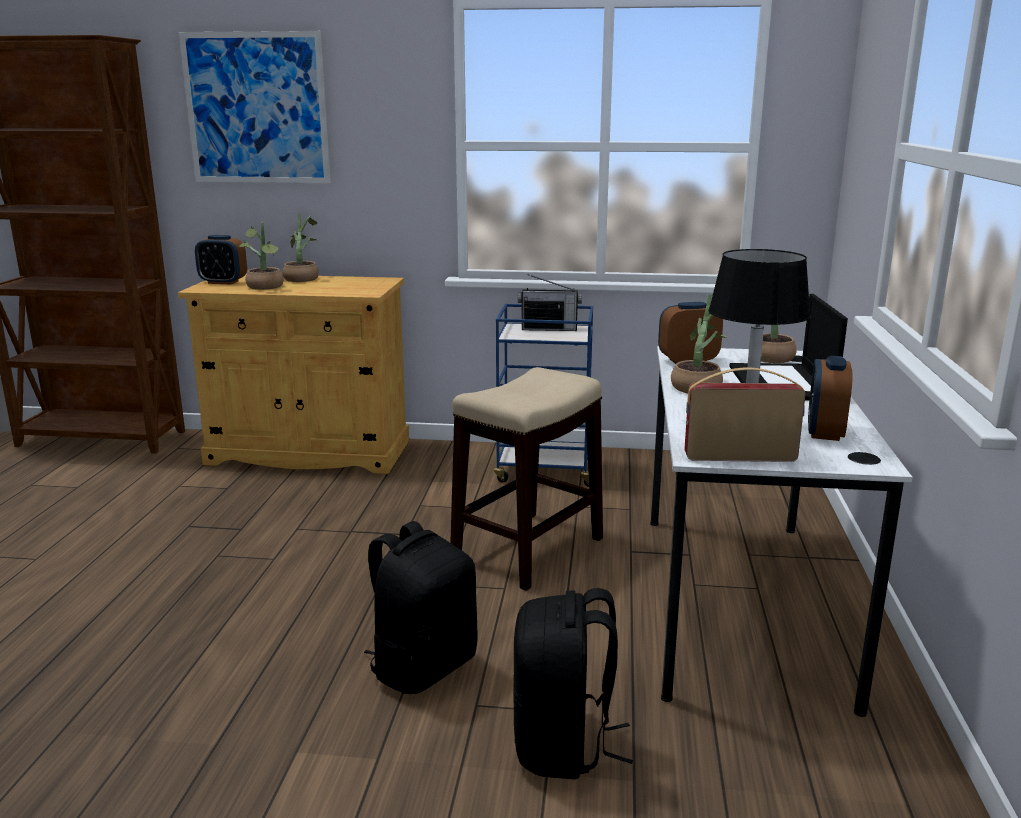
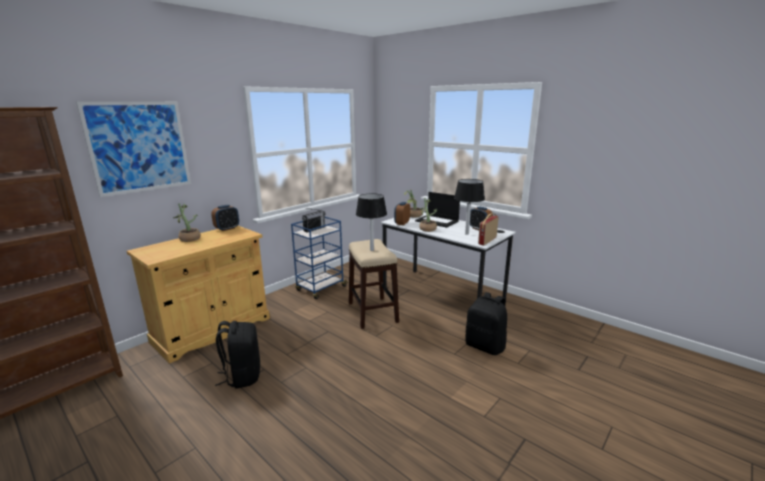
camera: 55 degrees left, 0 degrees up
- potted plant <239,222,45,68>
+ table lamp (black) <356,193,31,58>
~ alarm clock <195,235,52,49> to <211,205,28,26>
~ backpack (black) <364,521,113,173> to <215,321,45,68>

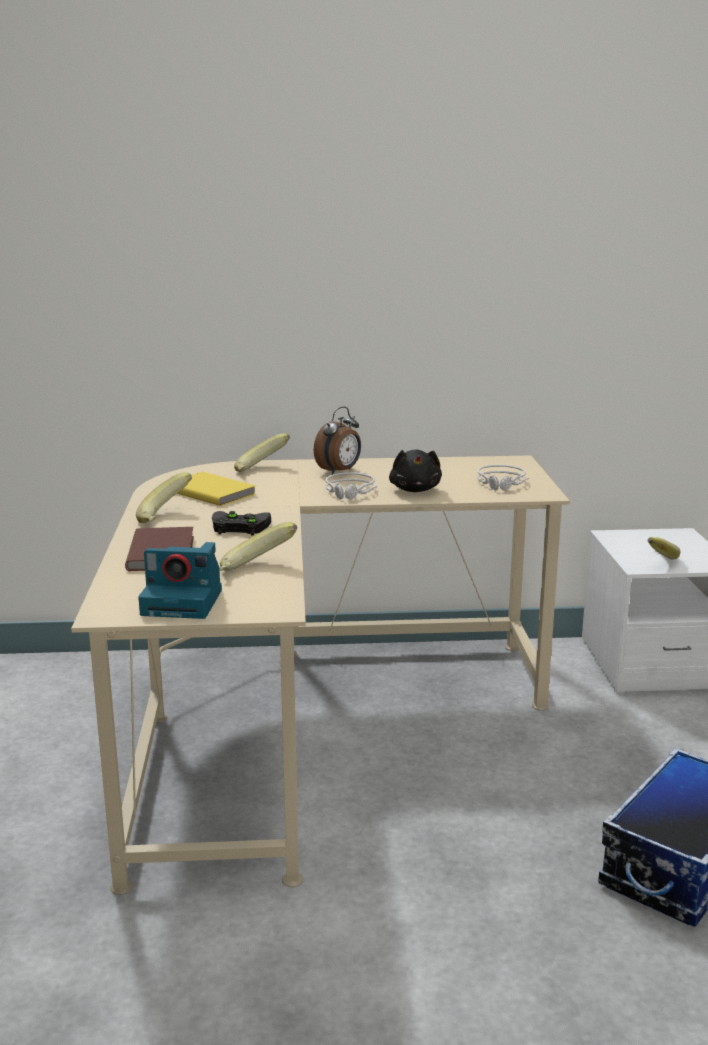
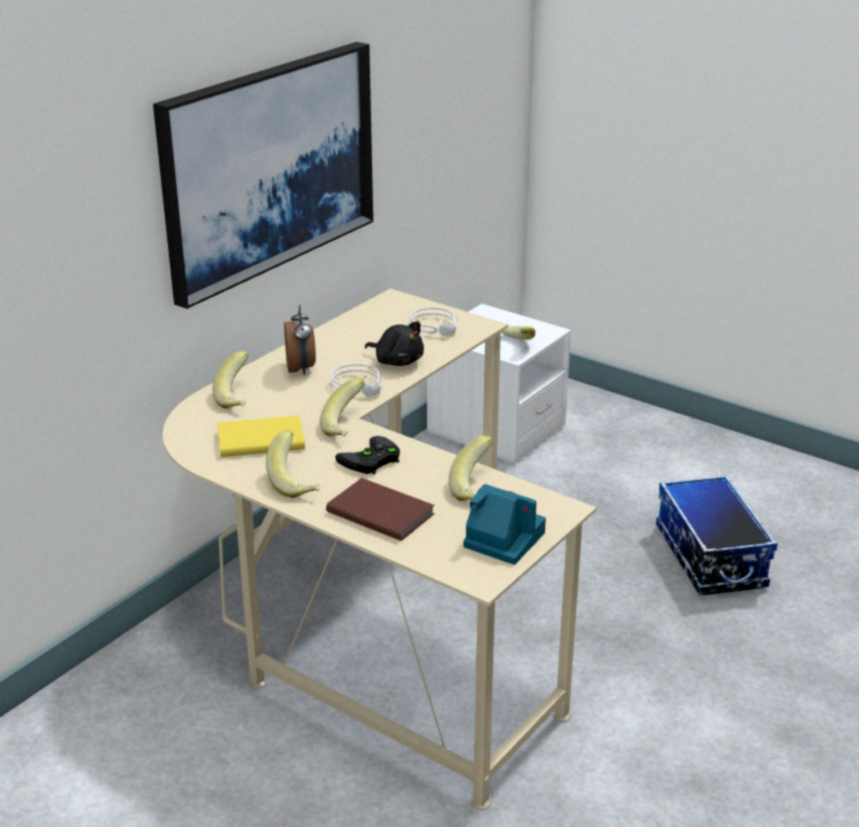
camera: 50 degrees left, 10 degrees up
+ picture <153,42,220,267>
+ banana <320,378,45,59>
~ photo camera <138,542,84,77> = <463,484,83,81> 105 degrees counterclockwise

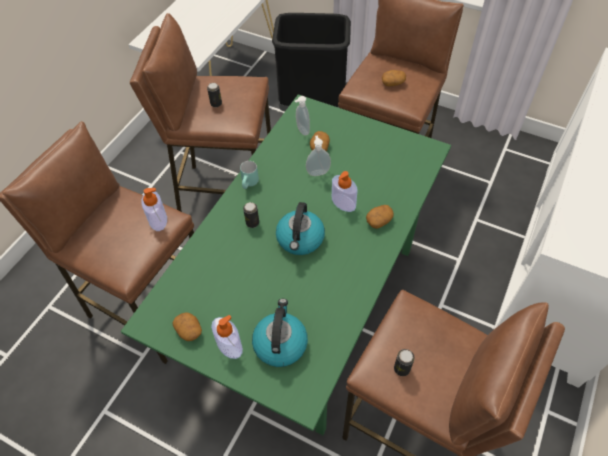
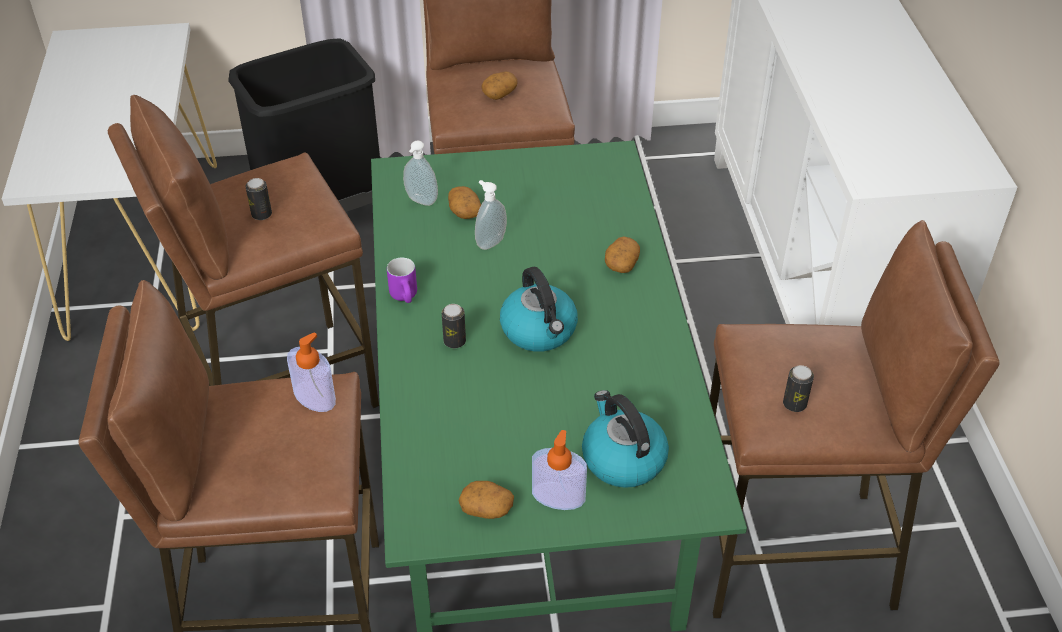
camera: 35 degrees left, 10 degrees down
- soap dispenser <332,171,26,41>
~ mug (turquoise) <240,161,19,28> to mug (purple) <387,257,30,46>

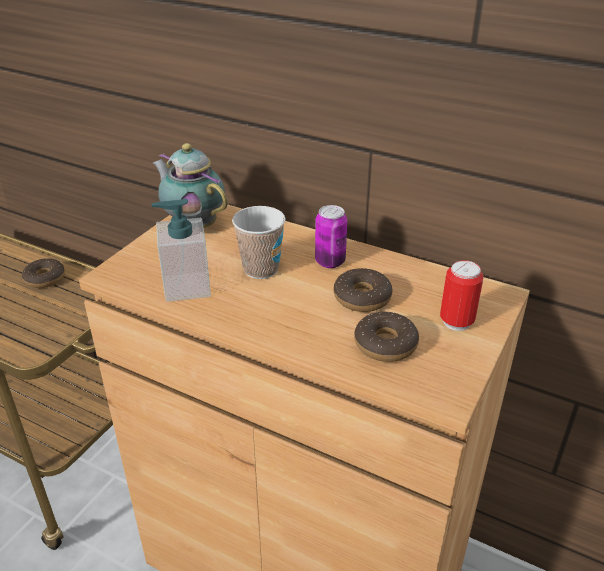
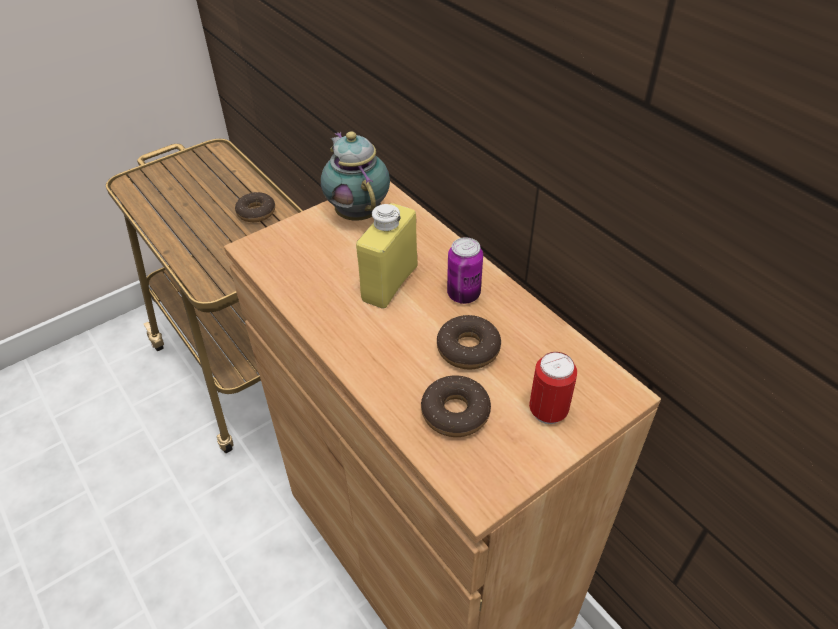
camera: 25 degrees right, 10 degrees up
- soap dispenser <151,199,60,103>
~ cup <232,206,54,73> to bottle (yellow) <356,203,61,106>

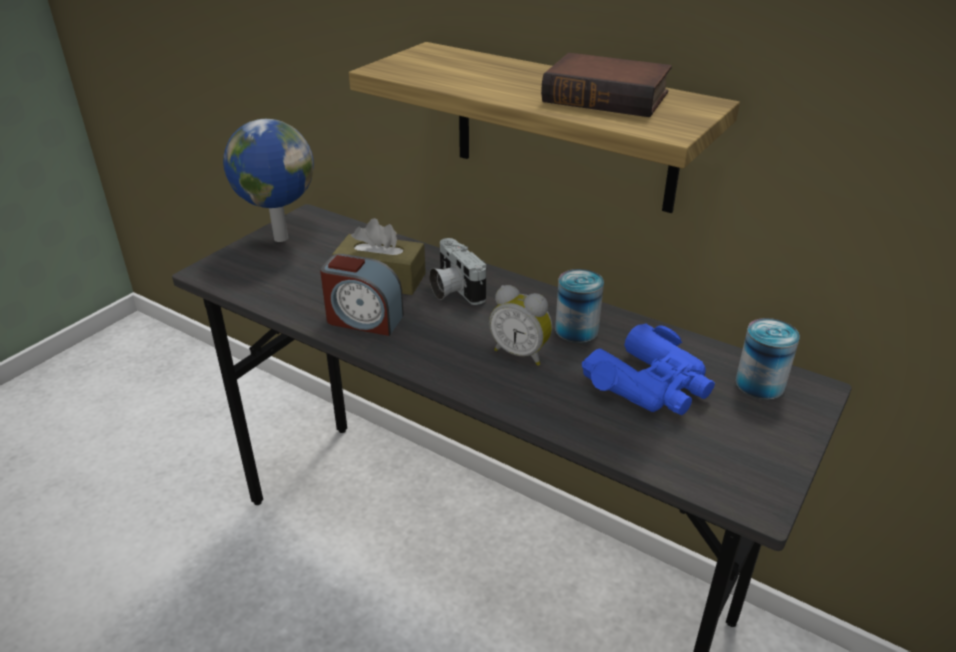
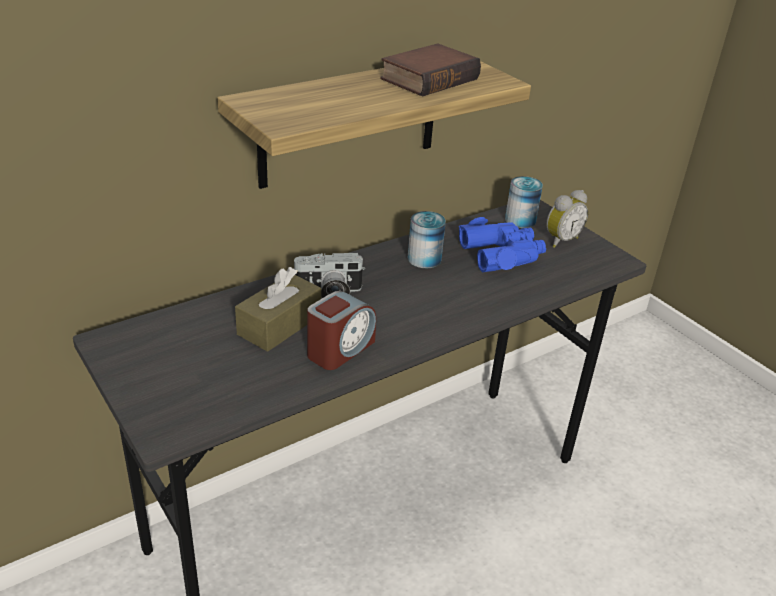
camera: 70 degrees left, 0 degrees up
- globe <223,119,91,123>
~ alarm clock <489,285,63,81> to <546,190,42,58>

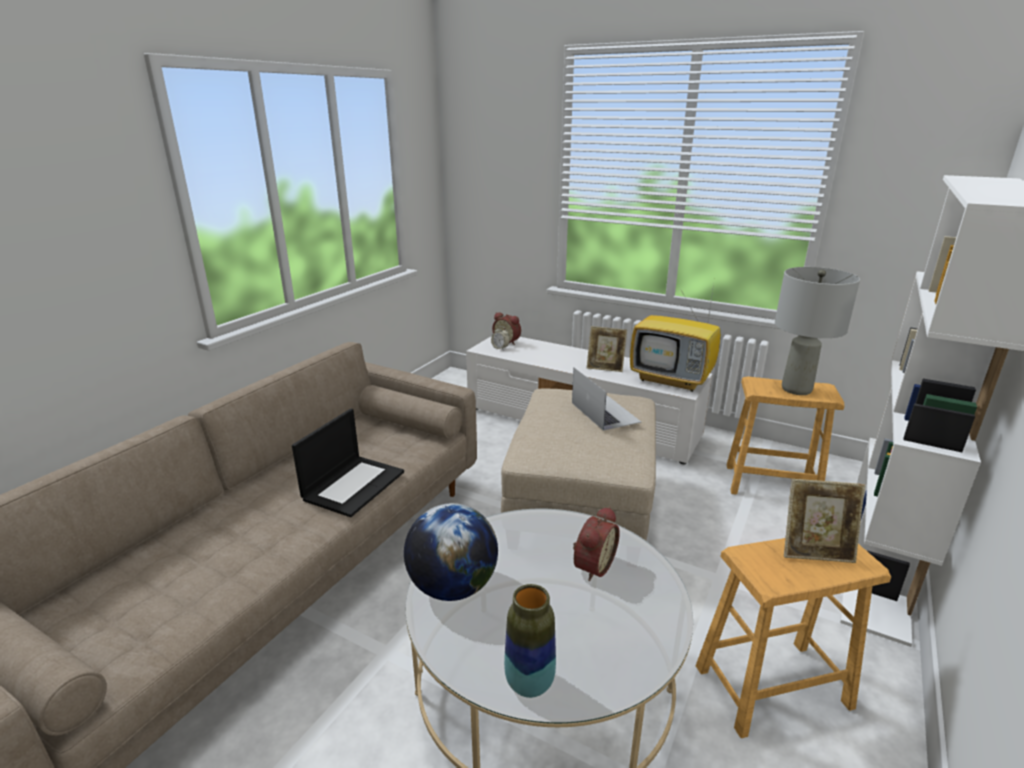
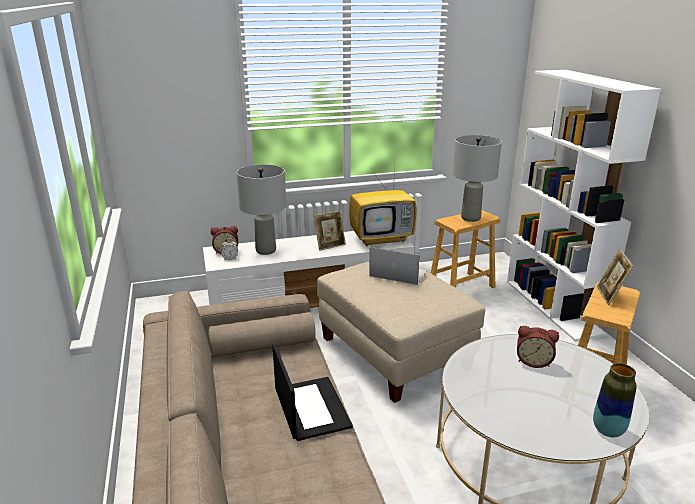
camera: 45 degrees left, 0 degrees up
- globe <404,503,94,98>
+ table lamp (grey) <237,165,49,90>
~ alarm clock <573,506,47,75> = <517,326,42,42> 120 degrees clockwise
~ picture frame <784,479,81,84> = <597,249,37,56> 135 degrees clockwise

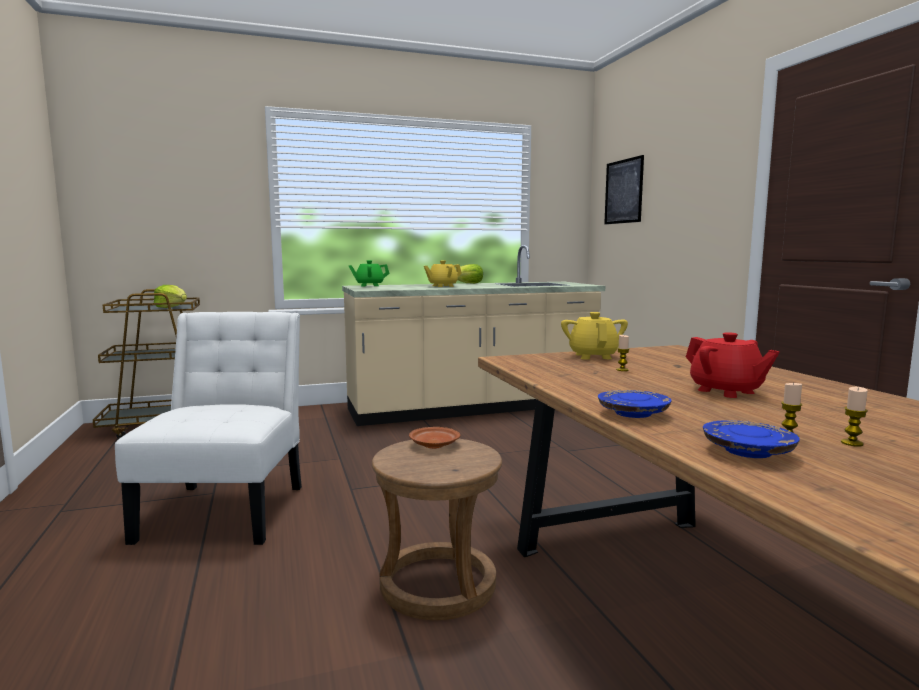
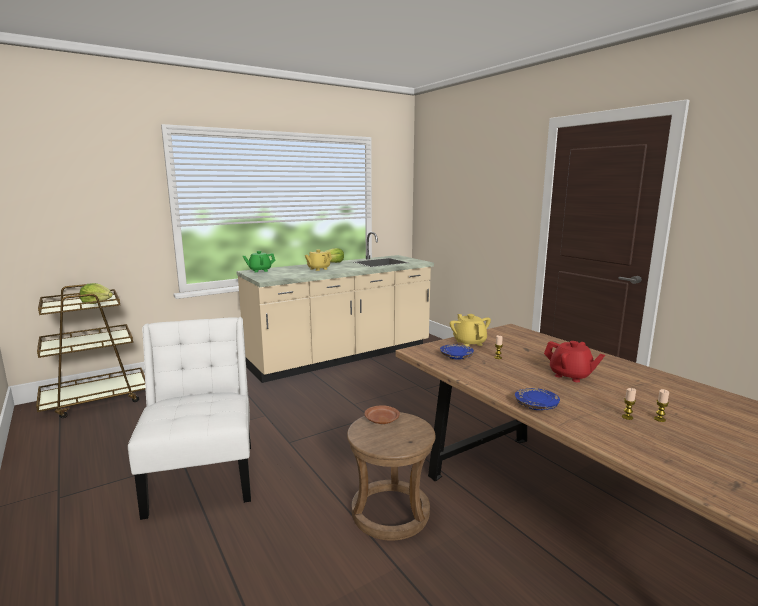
camera: 15 degrees left, 5 degrees up
- picture <604,155,40,69>
~ plate (blue) <703,420,97,38> to <440,344,34,16>

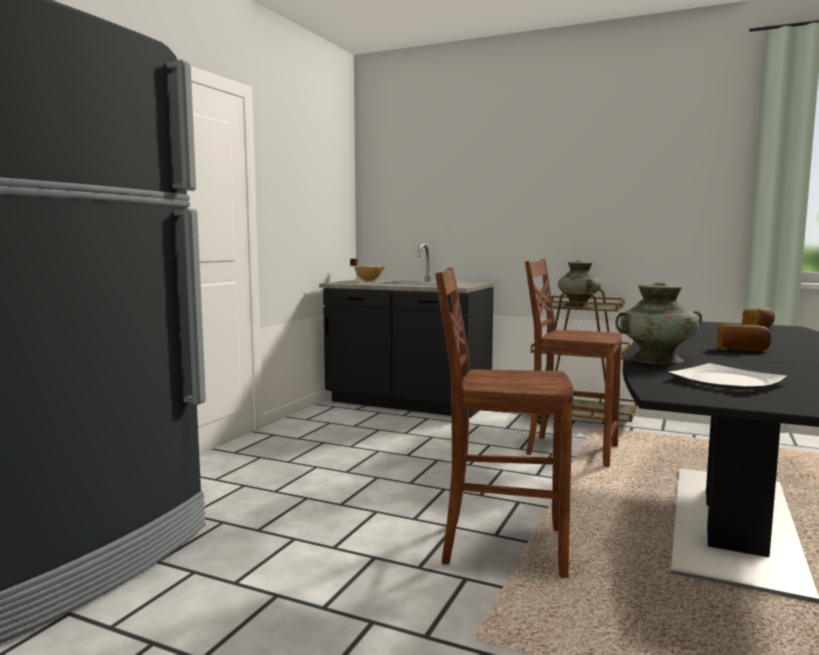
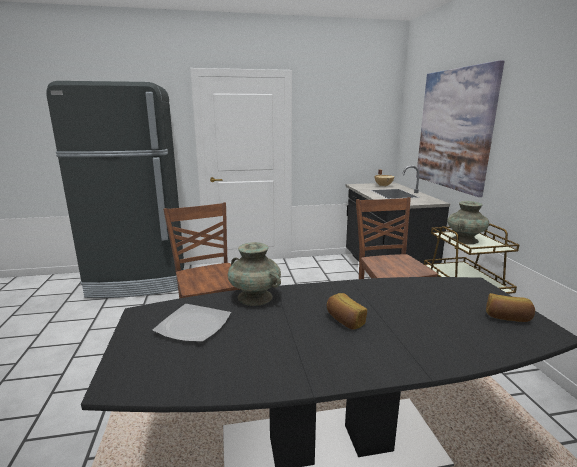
camera: 55 degrees right, 10 degrees up
+ picture <416,60,88,137>

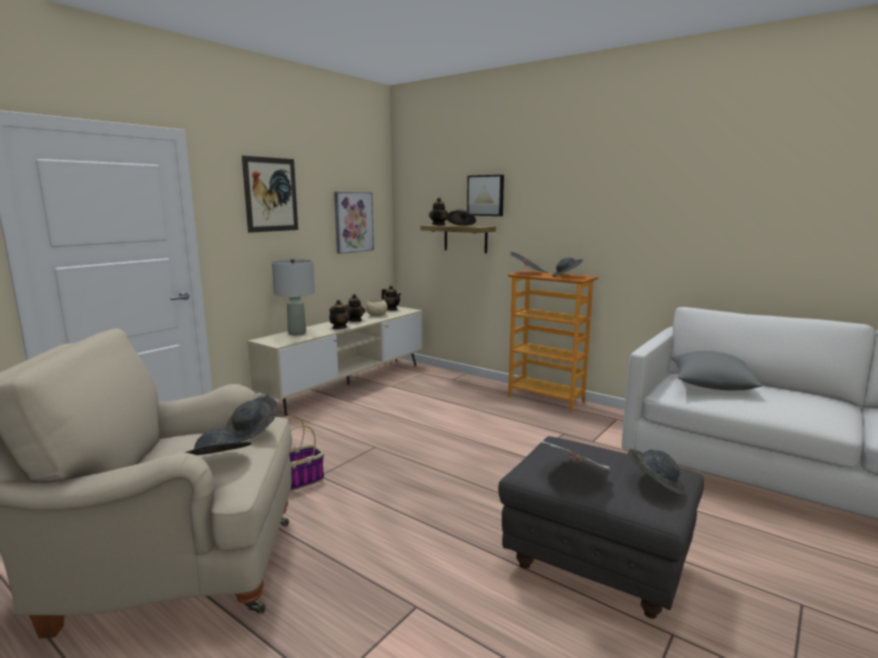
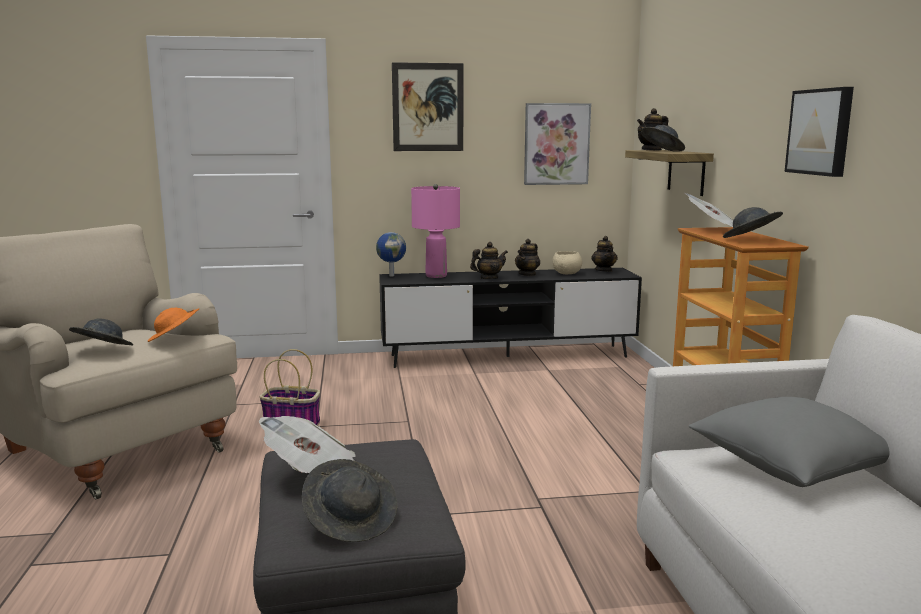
camera: 45 degrees right, 0 degrees up
+ globe <376,232,30,45>
~ picture <467,175,37,41> to <784,87,70,90>
~ hat (grey) <225,396,53,46> to hat (orange) <148,308,51,34>
~ tv stand (beige) <248,306,175,110> to tv stand (black) <379,268,263,100>
~ table lamp (grey) <272,258,43,77> to table lamp (pink) <411,184,49,94>

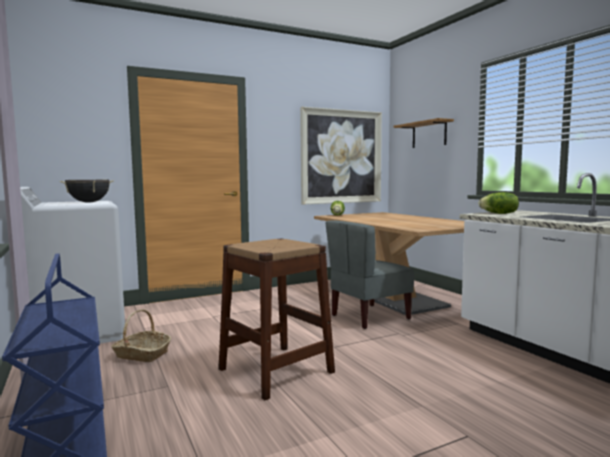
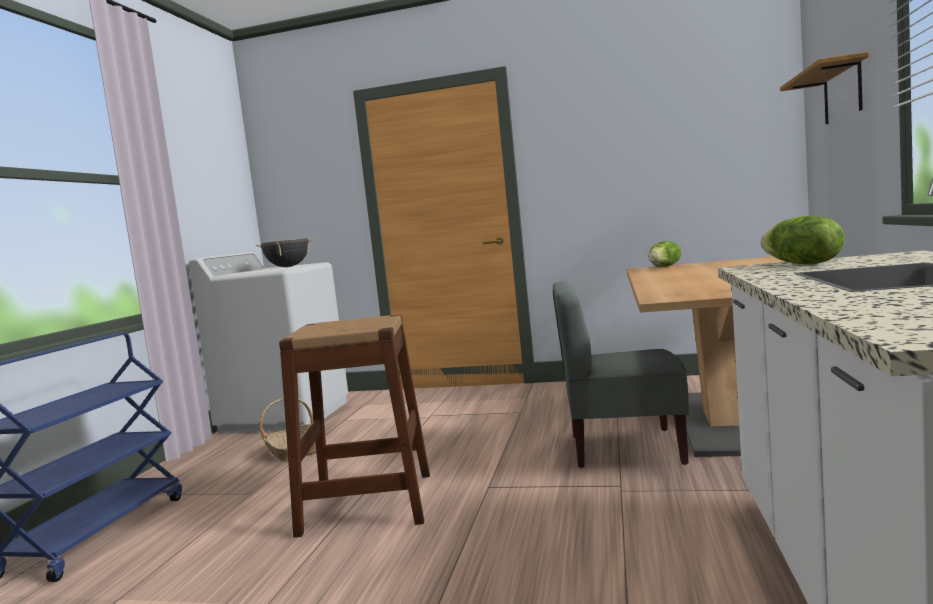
camera: 40 degrees right, 0 degrees up
- picture <300,107,82,98>

